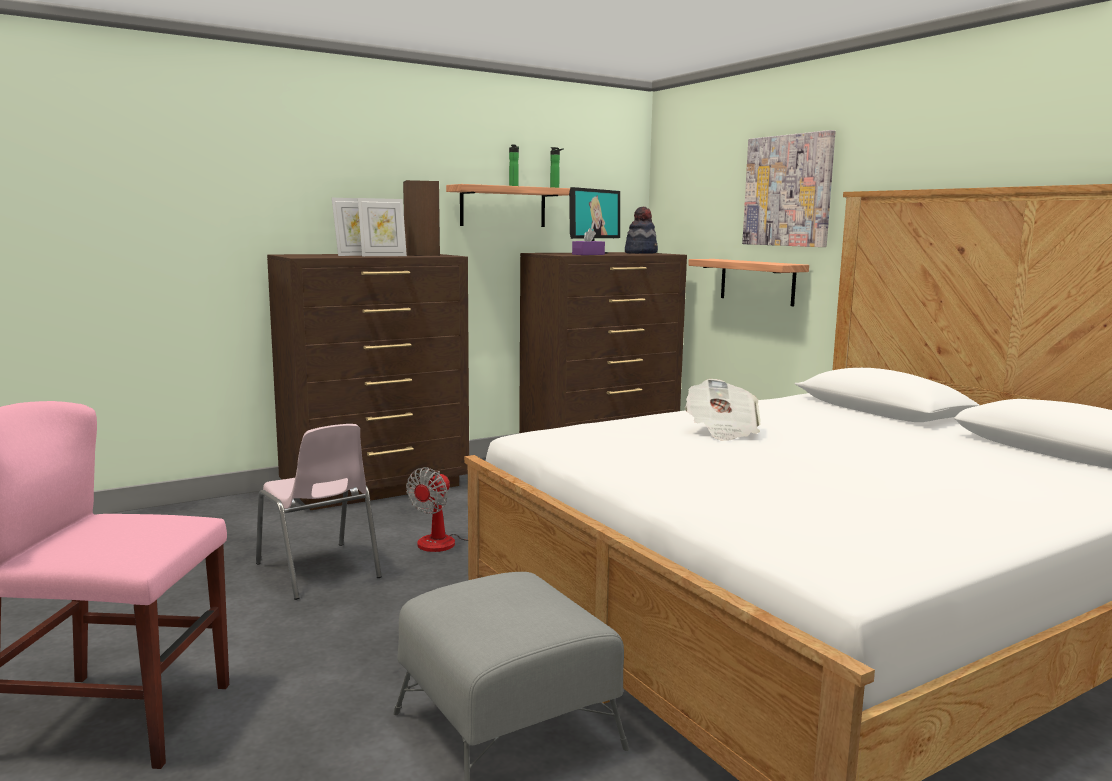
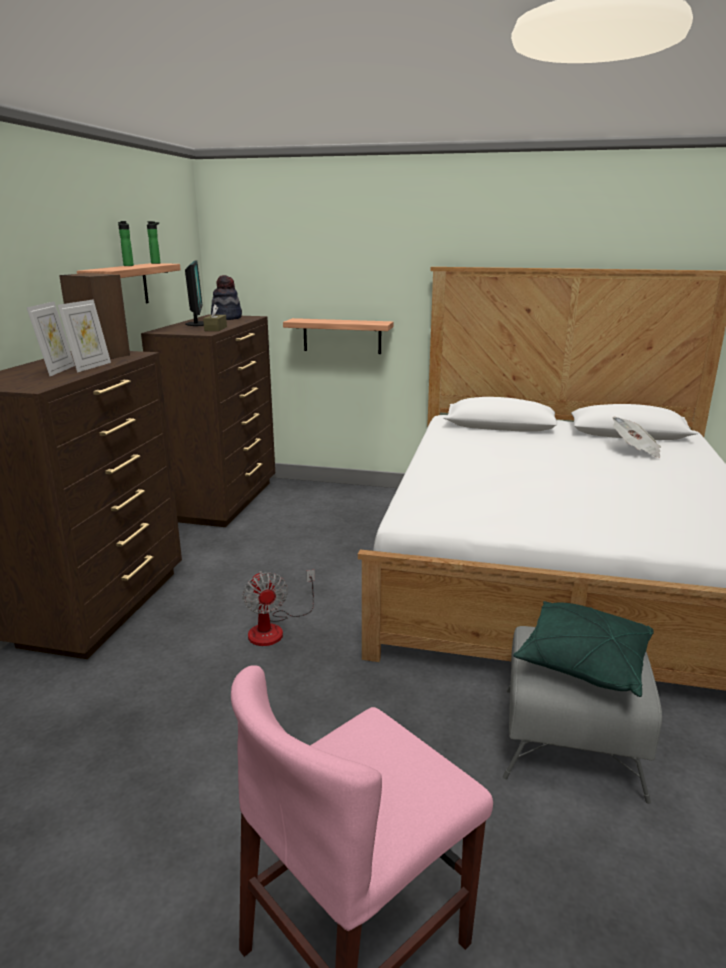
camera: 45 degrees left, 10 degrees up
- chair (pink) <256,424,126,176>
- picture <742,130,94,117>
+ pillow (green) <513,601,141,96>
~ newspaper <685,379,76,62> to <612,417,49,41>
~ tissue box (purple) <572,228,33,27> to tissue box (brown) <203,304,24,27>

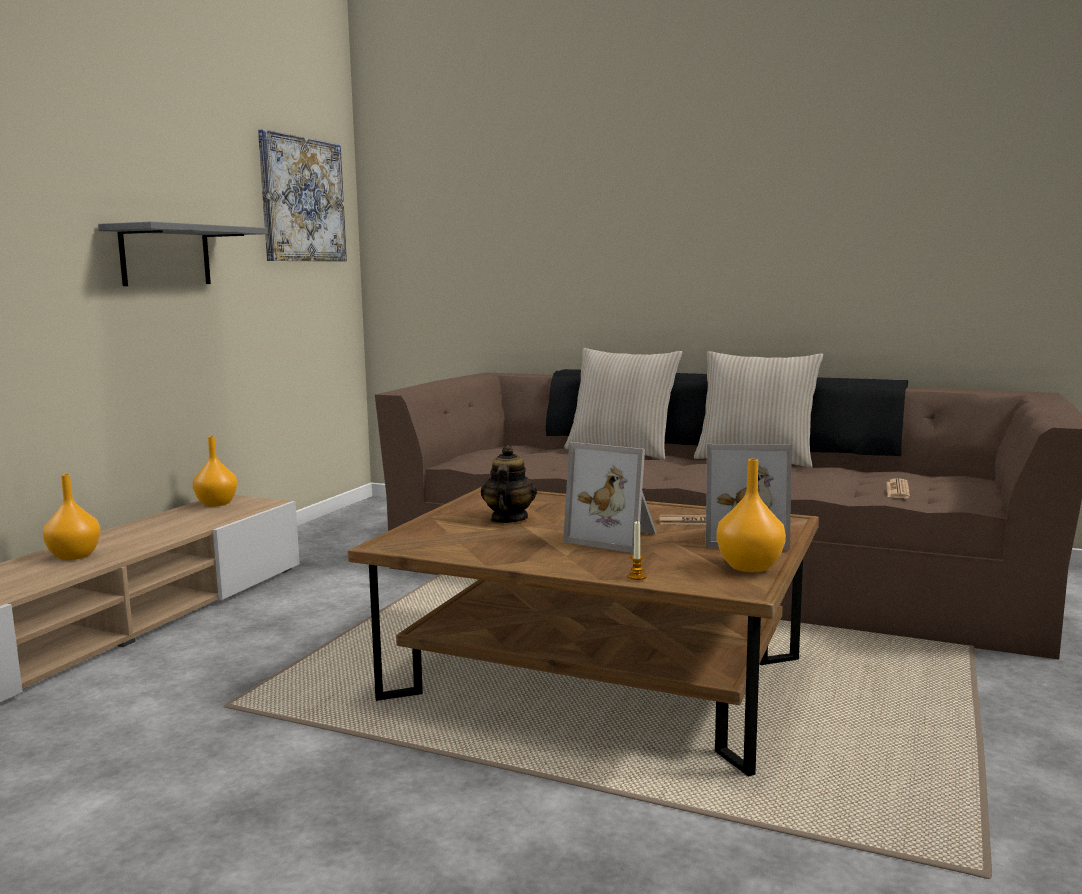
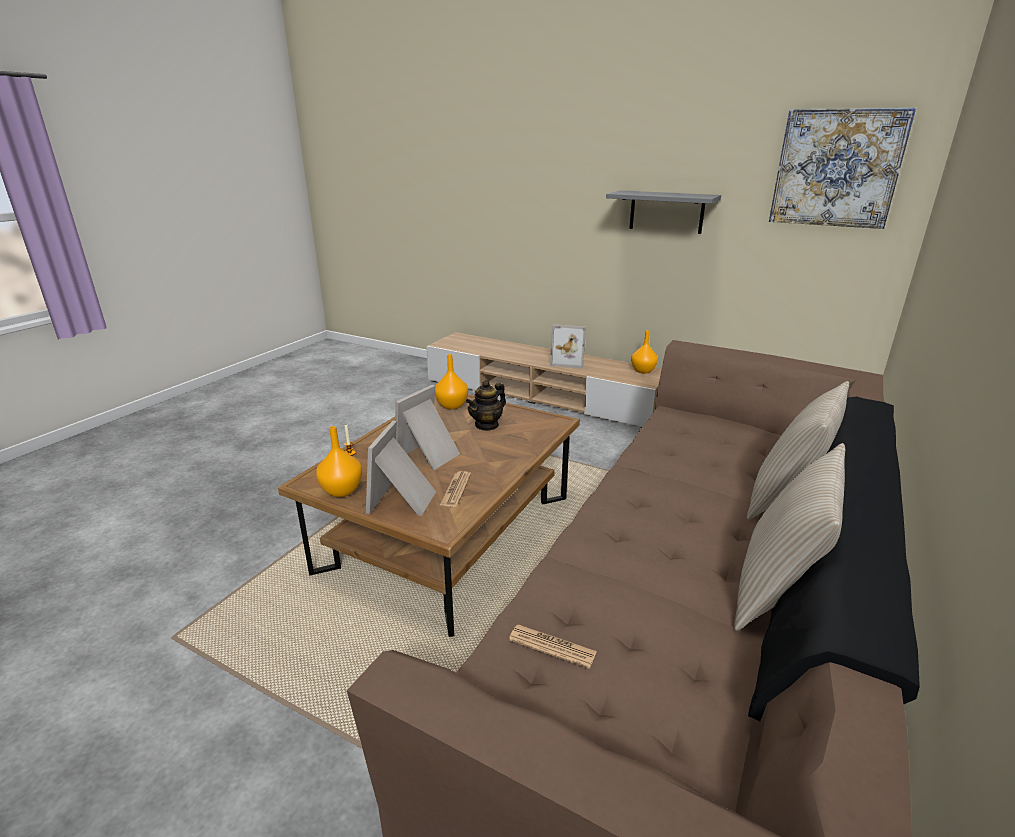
camera: 95 degrees right, 15 degrees up
+ picture frame <550,324,36,45>
~ vase (orange) <43,474,58,86> to <435,354,33,56>
~ teapot <481,445,56,78> = <466,380,40,51> 120 degrees clockwise

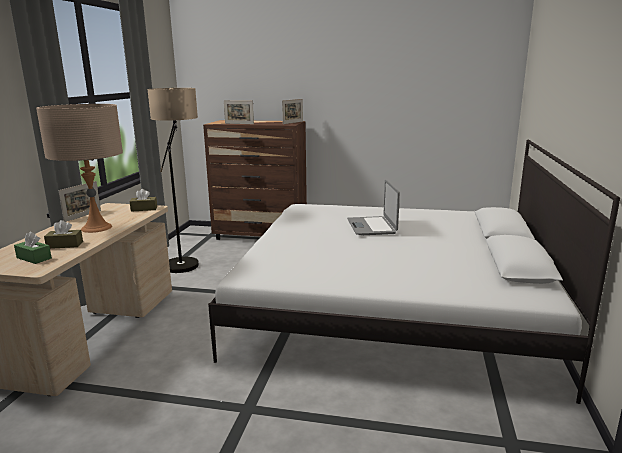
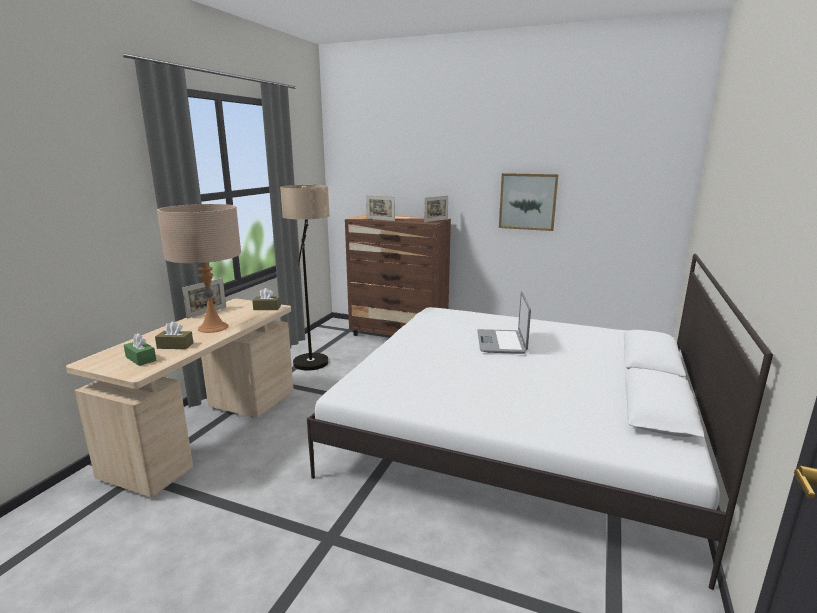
camera: 10 degrees right, 0 degrees up
+ picture <499,173,60,58>

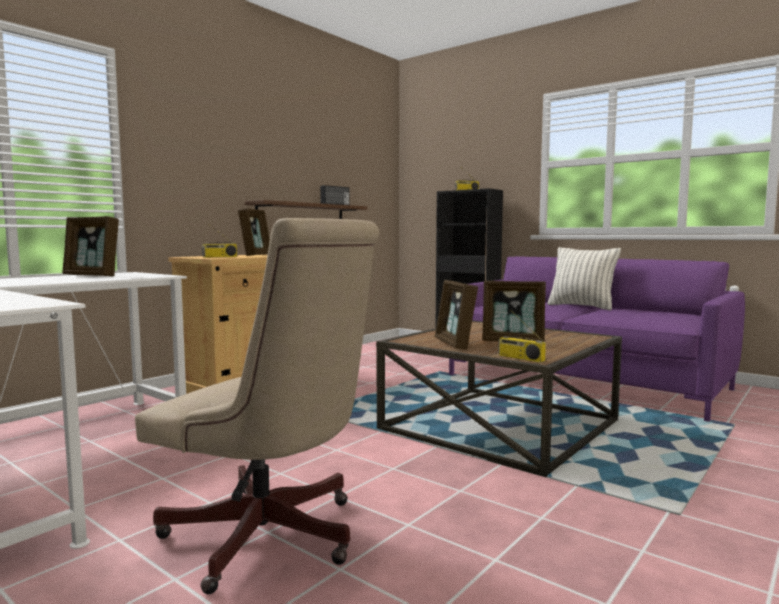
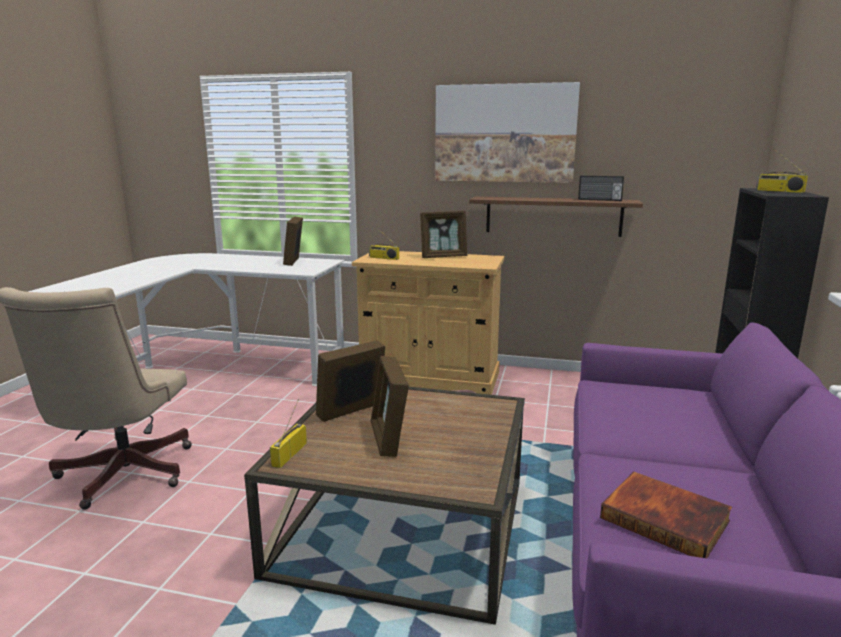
camera: 65 degrees right, 10 degrees up
- pillow <548,247,73,63>
+ picture <435,82,145,101>
+ book <600,471,132,87>

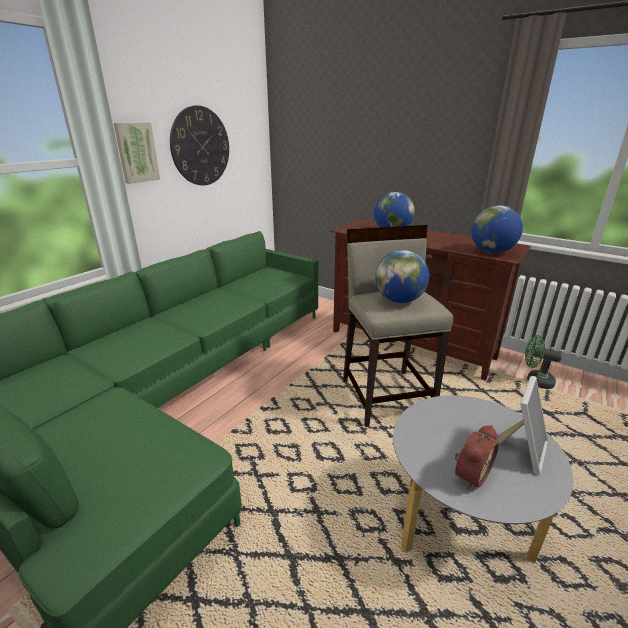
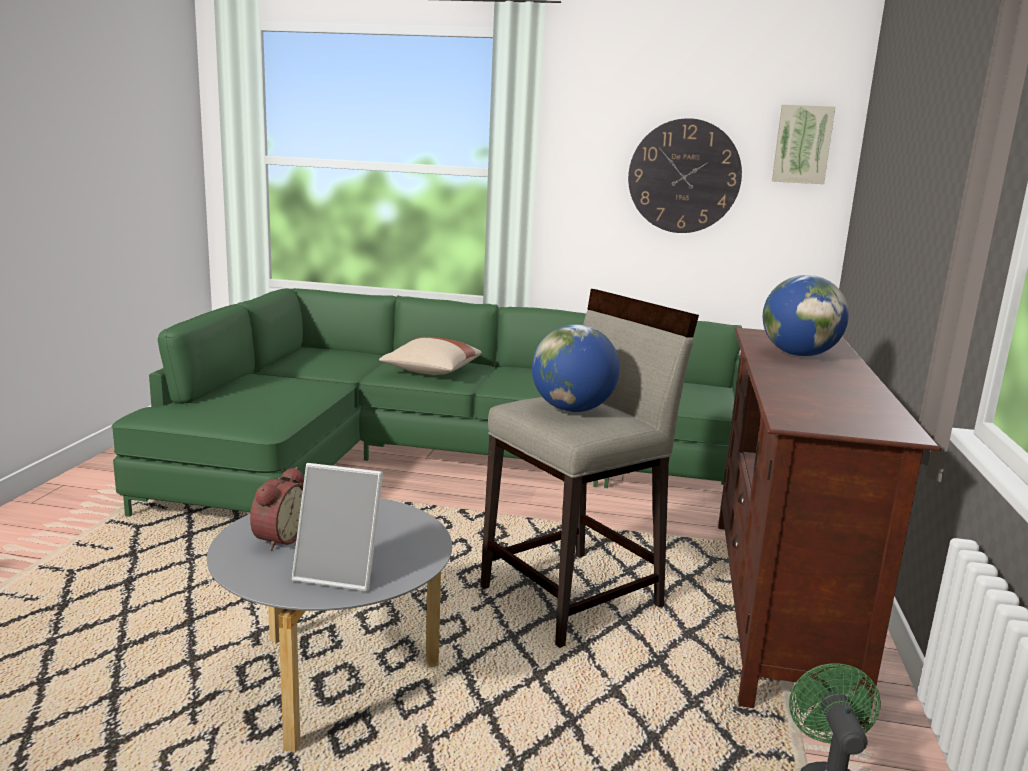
camera: 65 degrees right, 10 degrees down
- globe <471,205,52,48>
+ pillow (beige) <379,337,103,38>
~ picture <114,122,46,62> to <772,104,63,80>
~ alarm clock <455,425,44,64> = <250,467,54,84> 90 degrees counterclockwise

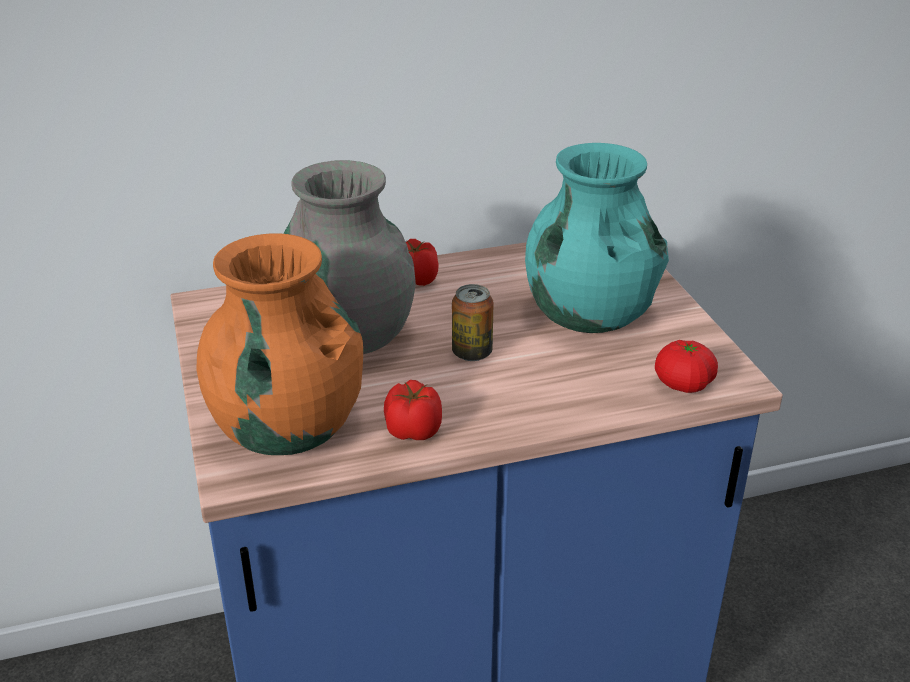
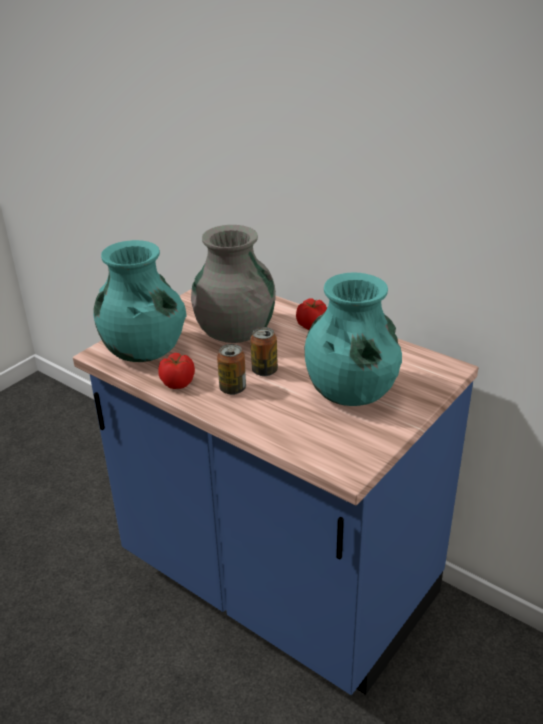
camera: 55 degrees right, 0 degrees up
- tomato <655,340,63,53>
+ can <217,344,29,51>
~ vase (orange) <196,233,167,222> to vase (turquoise) <93,240,94,122>

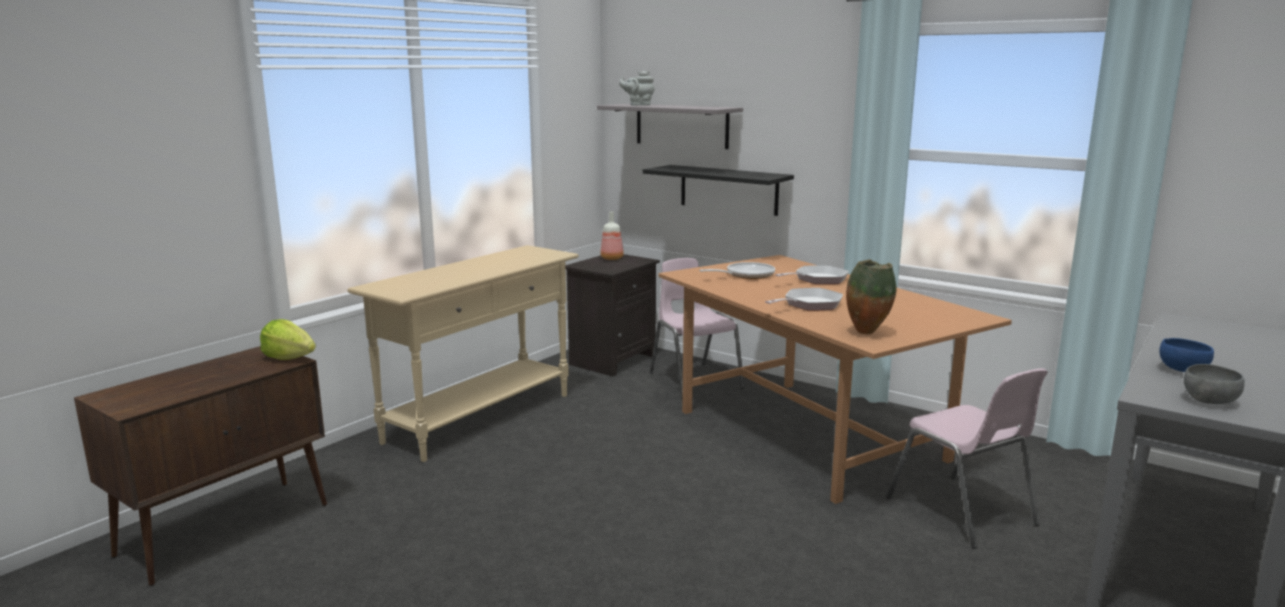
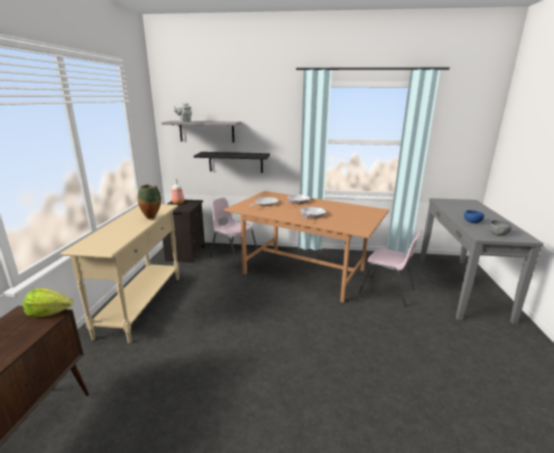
camera: 30 degrees left, 5 degrees up
~ vase <846,259,50,76> to <138,184,23,35>

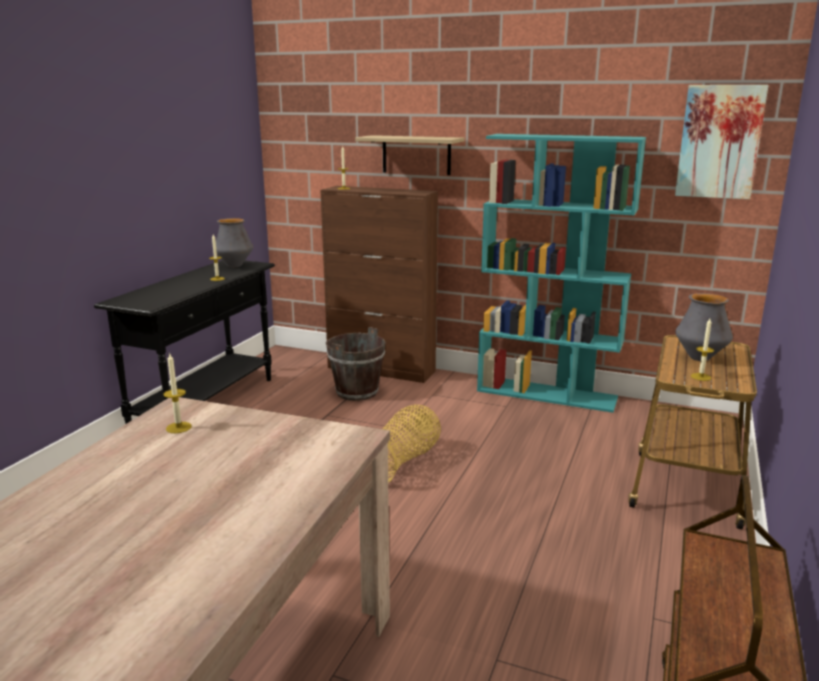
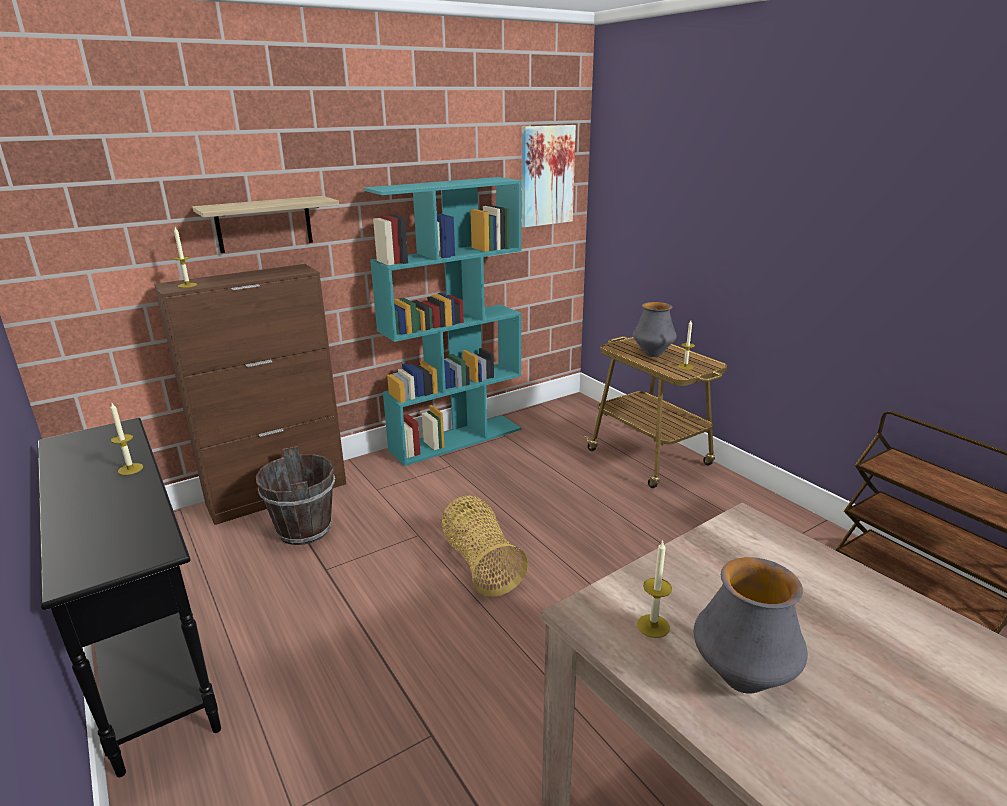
camera: 55 degrees left, 5 degrees up
~ vase <216,218,37,50> to <694,557,114,137>

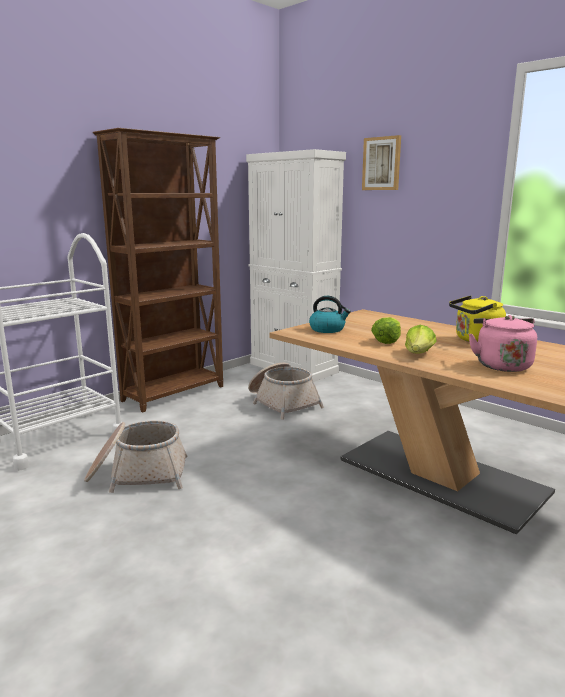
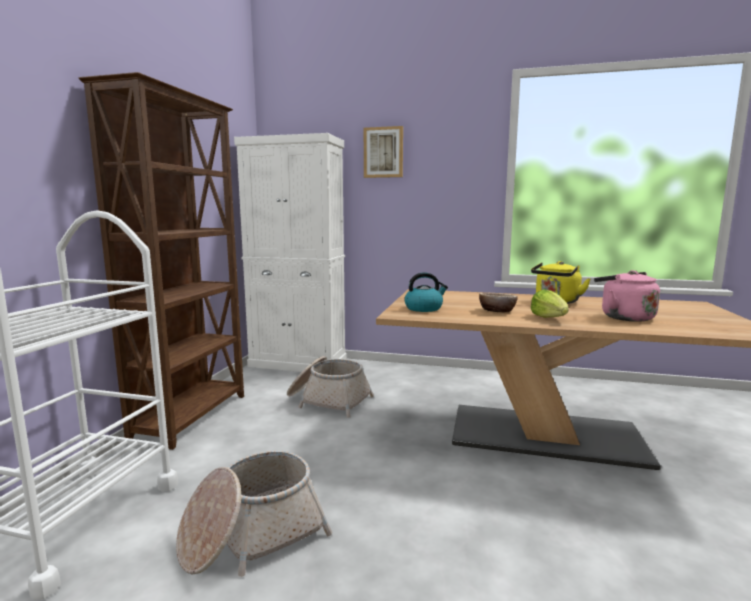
camera: 30 degrees left, 5 degrees down
~ lettuce <371,317,30,27> to bowl <479,293,39,19>

